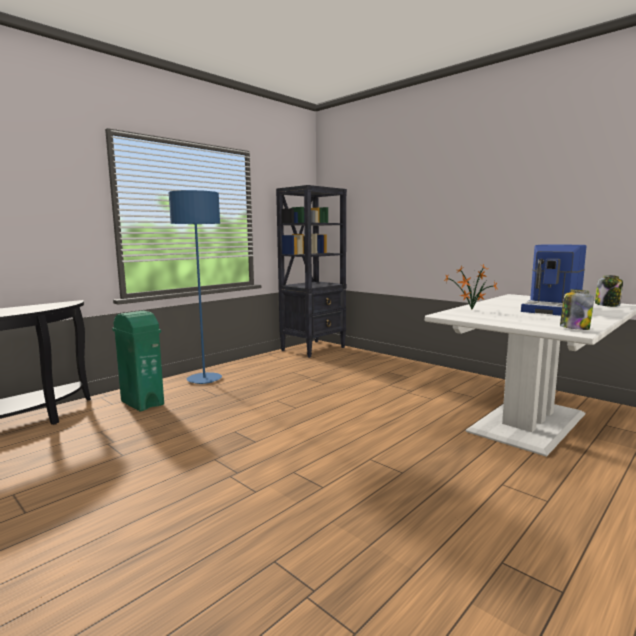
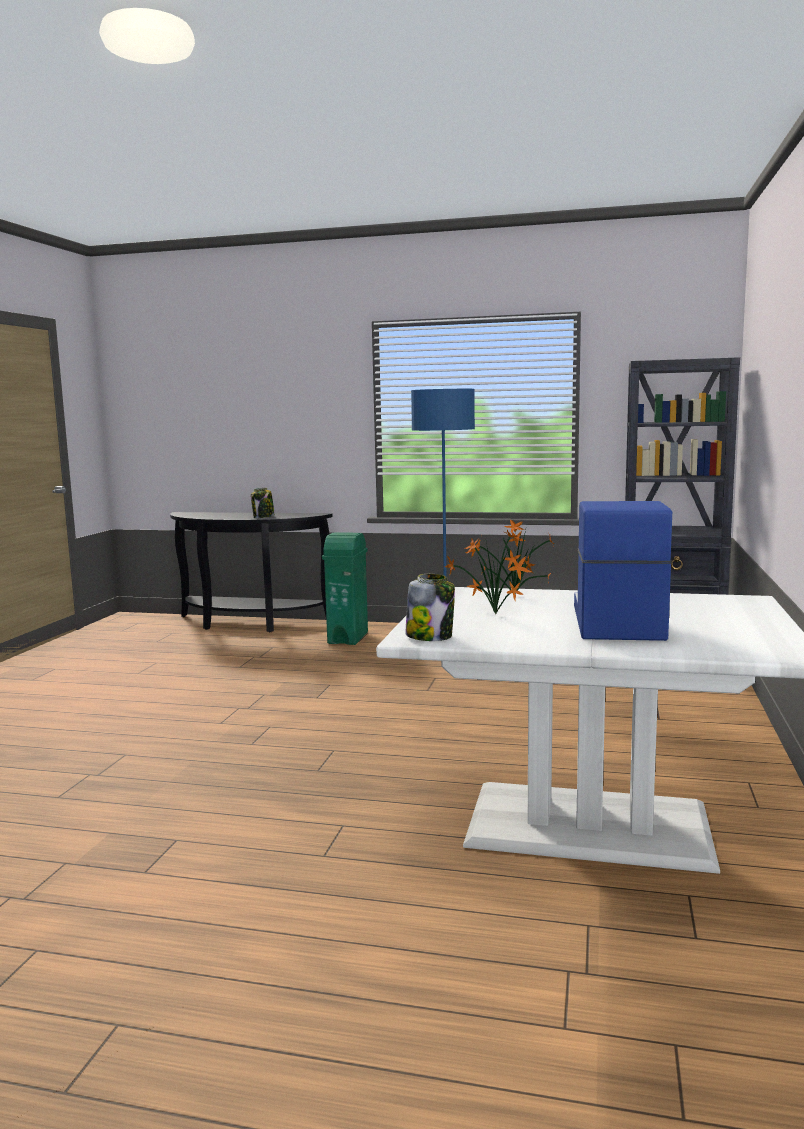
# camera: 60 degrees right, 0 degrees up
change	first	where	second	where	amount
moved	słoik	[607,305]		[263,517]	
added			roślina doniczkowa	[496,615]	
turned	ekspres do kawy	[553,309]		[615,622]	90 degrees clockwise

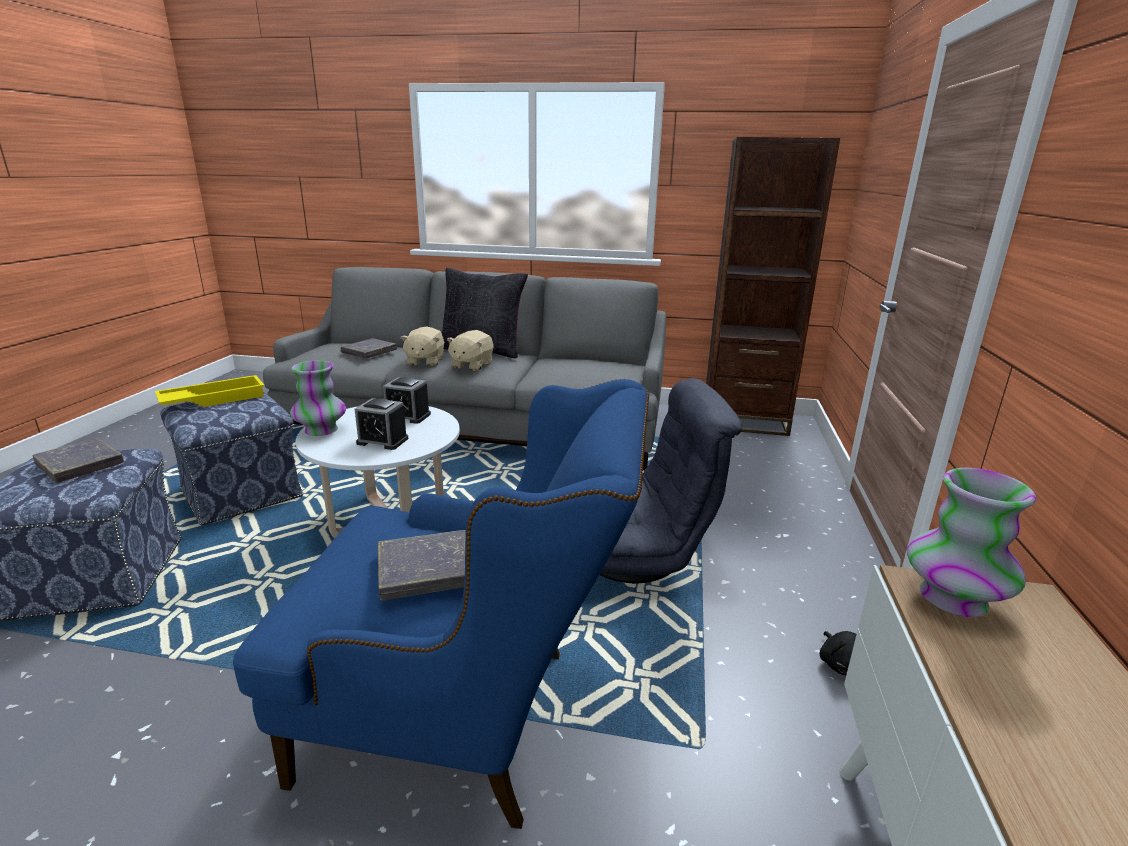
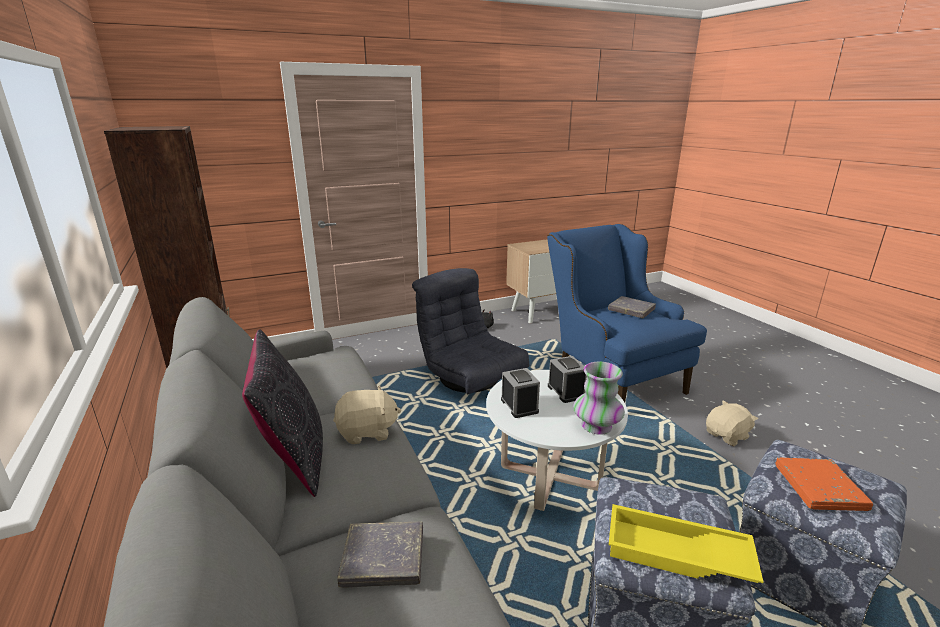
# camera: 125 degrees left, 0 degrees up
change	first	where	second	where	amount
moved	pluszak [beżowy]	[424,361]		[727,436]	
recoloured	książka [szary]	[80,464]	książka [pomarańczowy]	[819,488]	
removed	wazon	[952,598]			

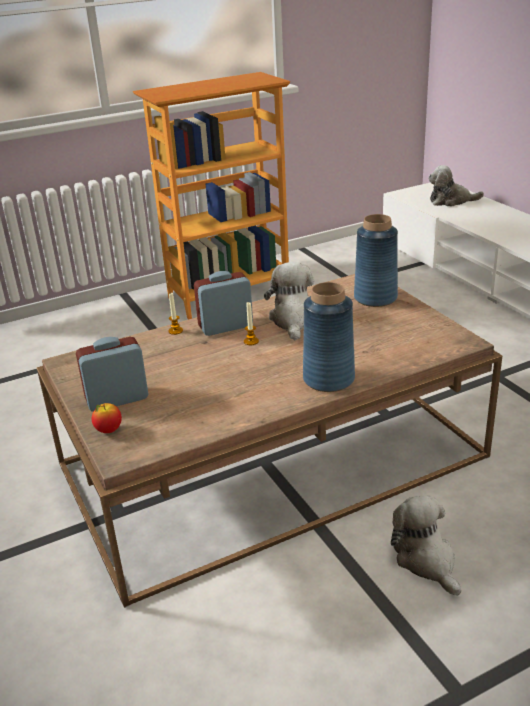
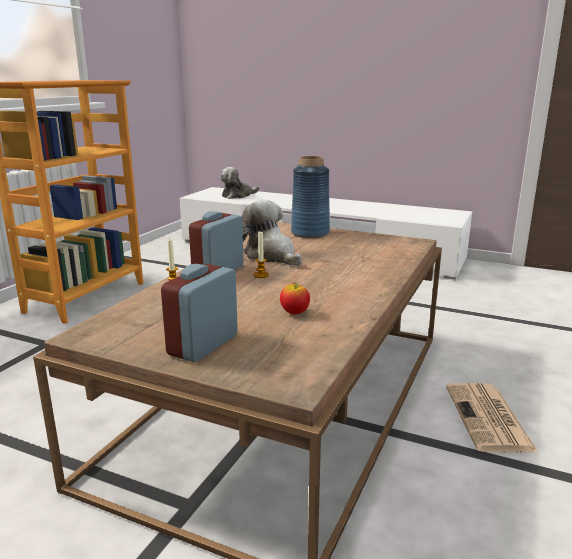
# camera: 40 degrees left, 10 degrees down
change	first	where	second	where	amount
moved	jabłko	[108,430]		[294,313]	
replaced	pluszak	[426,560]	gazeta	[489,419]	
removed	wazon [niebieski]	[328,379]			

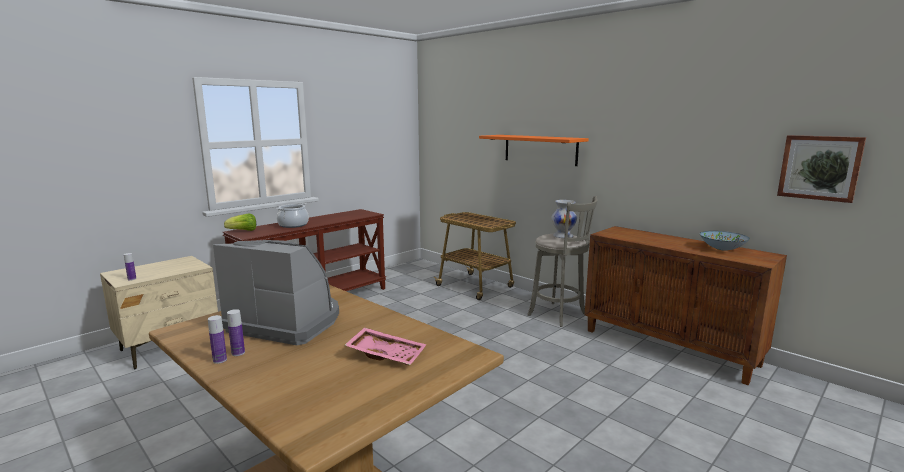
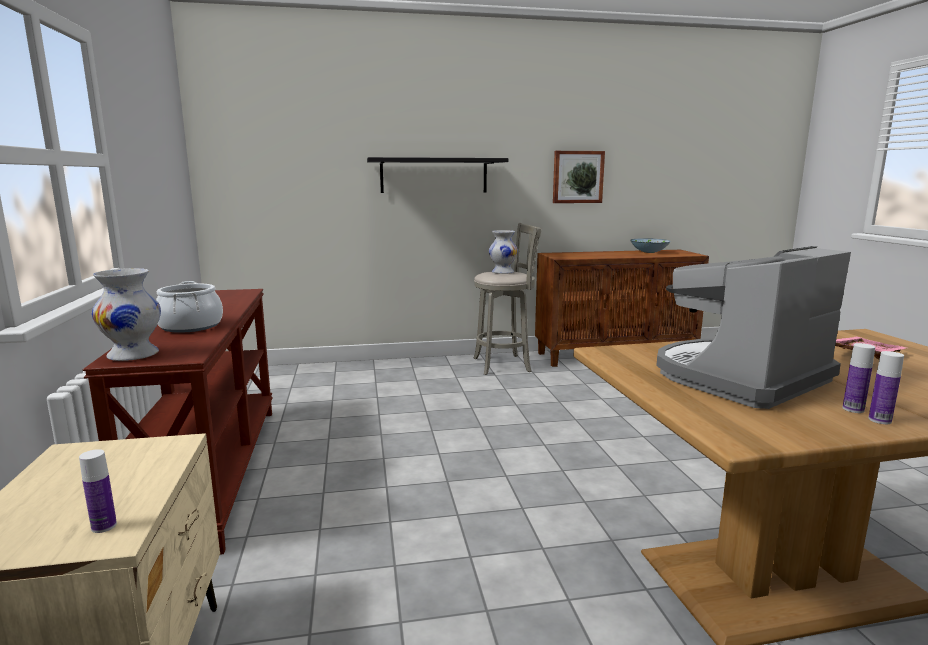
# camera: 55 degrees left, 0 degrees up
change	first	where	second	where	amount
replaced	sałata	[243,231]	wazon [biały]	[134,355]	
recoloured	półka [pomarańczowy]	[540,149]	półka [czarny]	[434,175]	
moved	obraz	[819,167]		[577,177]	
removed	wózek	[475,287]			

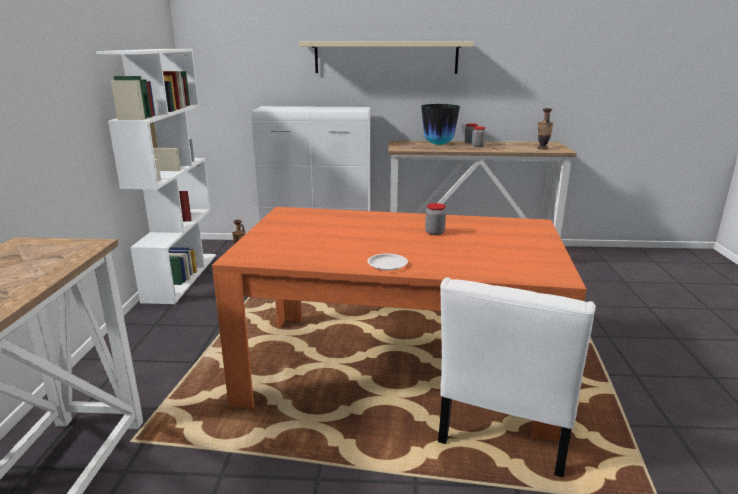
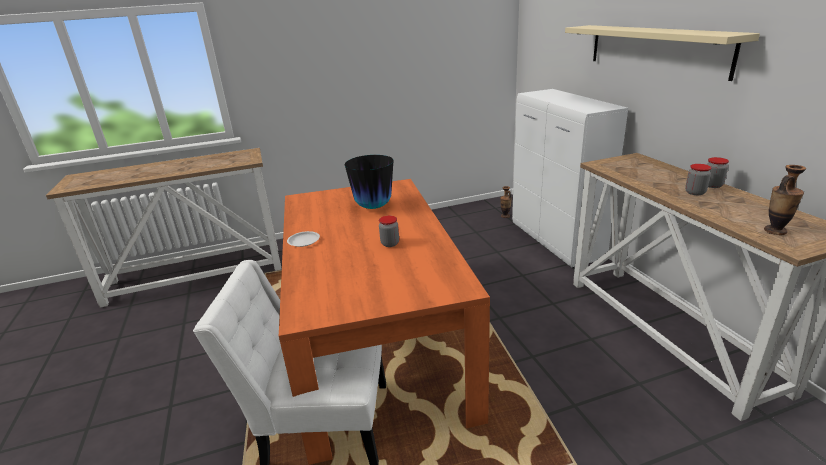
# camera: 70 degrees right, 5 degrees up
change	first	where	second	where	amount
moved	wazon	[438,144]		[373,207]	
removed	regał [biały]	[181,276]			

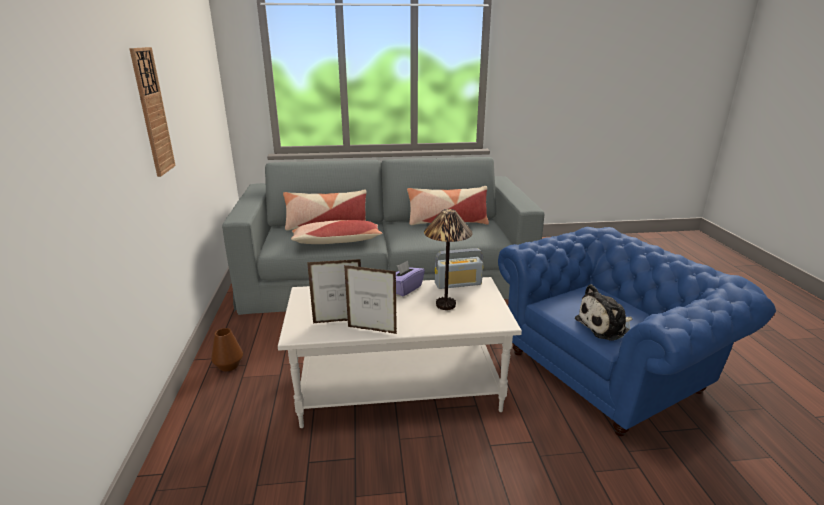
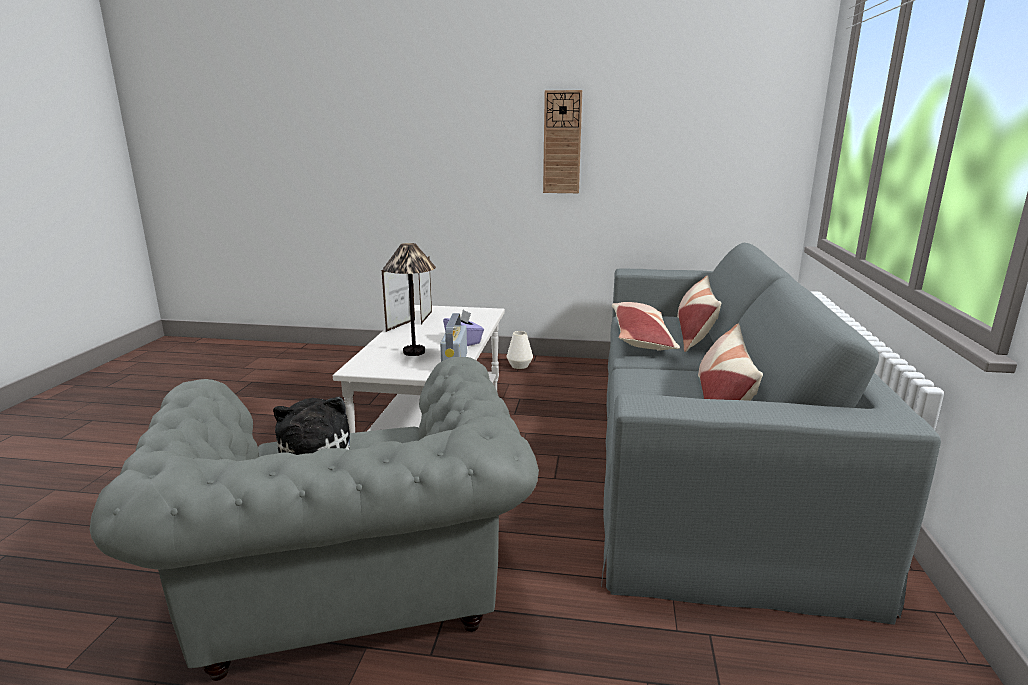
# camera: 105 degrees right, 5 degrees down
change	first	where	second	where	amount
recoloured	fotel [niebieski]	[608,369]	fotel [szary]	[349,590]	
recoloured	wazon [brązowy]	[228,365]	wazon [biały]	[519,366]	

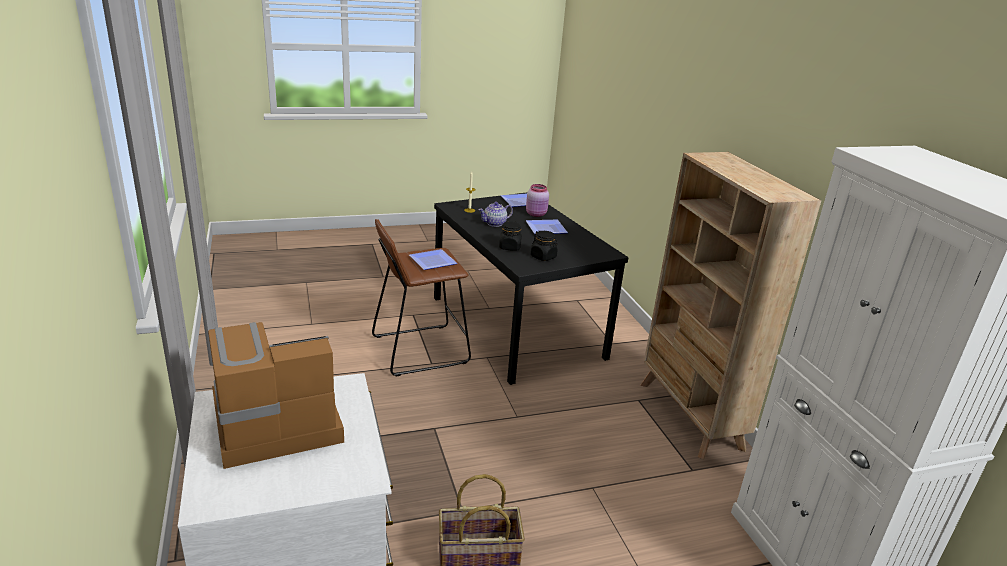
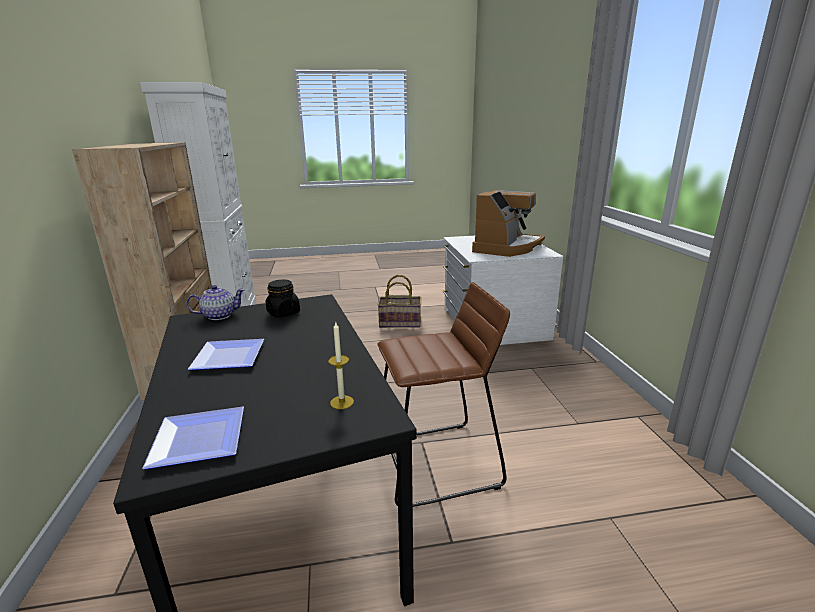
# camera: 170 degrees left, 5 degrees down
change	first	where	second	where	amount
moved	imbryk	[495,223]		[219,315]	
turned	ekspres do kawy	[275,424]		[507,248]	45 degrees counterclockwise
removed	talerz	[434,262]			
removed	słoik [czarny]	[510,247]			
removed	słoik [różowy]	[536,214]			

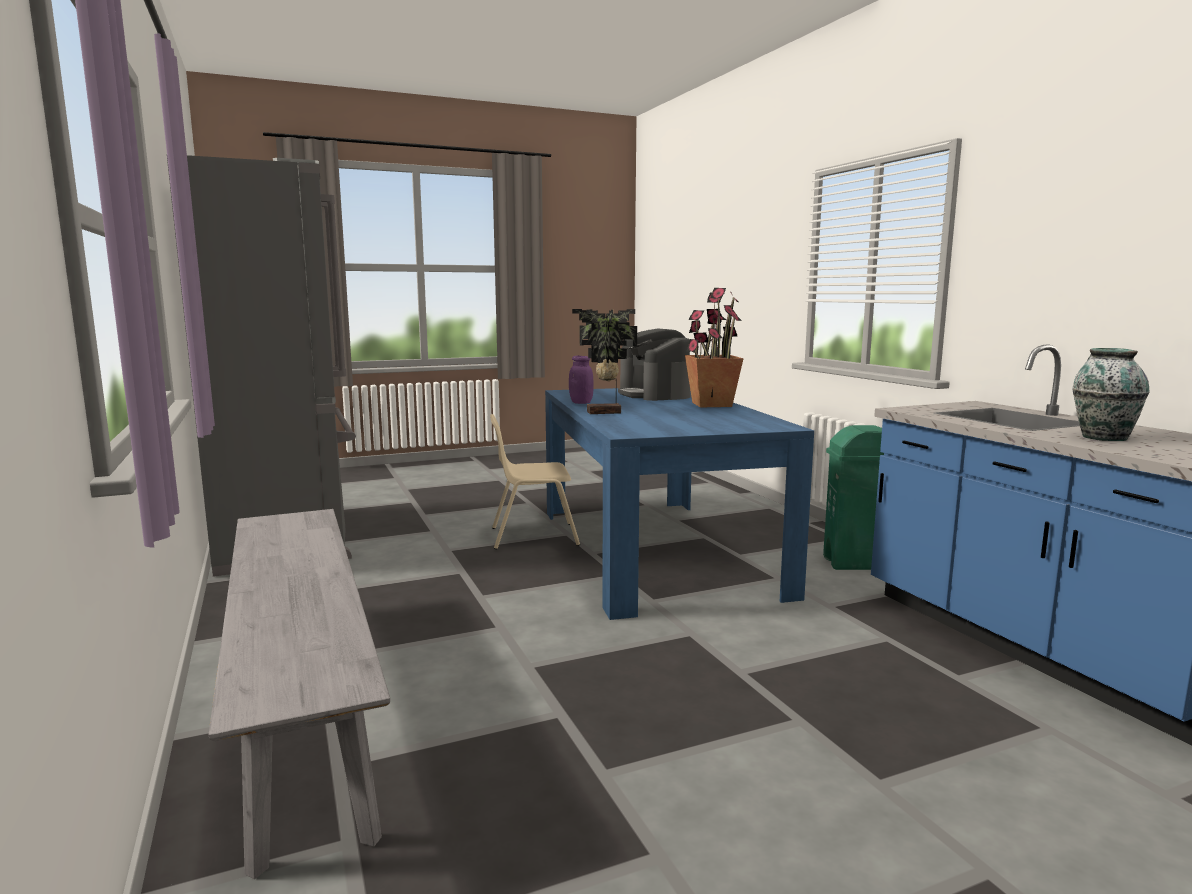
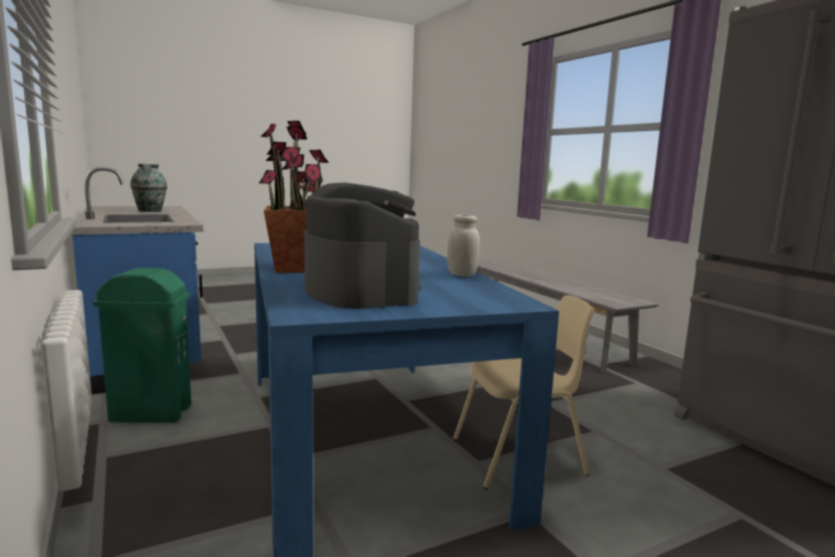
# camera: 175 degrees right, 0 degrees up
change	first	where	second	where	amount
recoloured	słoik [fioletowy]	[581,402]	słoik [biały]	[462,275]	
removed	roślina doniczkowa	[605,413]			

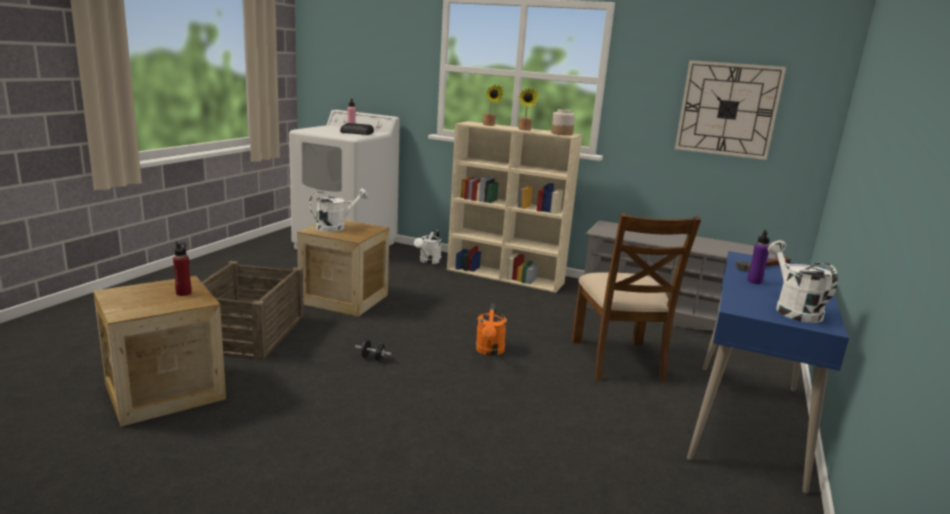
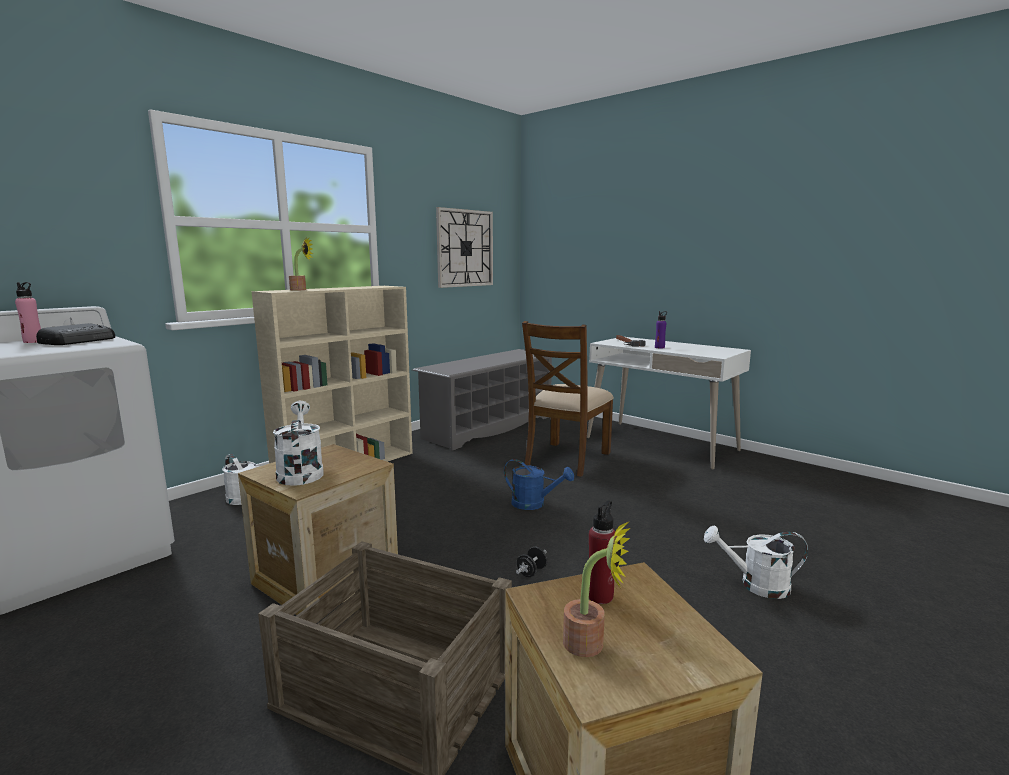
# camera: 70 degrees left, 5 degrees down
change	first	where	second	where	amount
recoloured	konewka [pomarańczowy]	[489,351]	konewka [niebieski]	[534,504]	
turned	krzesło [brązowy]	[618,360]		[566,458]	105 degrees clockwise
moved	roślina doniczkowa	[524,130]		[592,645]	
recoloured	biurko [niebieski]	[747,422]	biurko [biały]	[661,444]	
moved	konewka [biały]	[793,309]		[756,585]	
removed	słoik	[561,134]			

